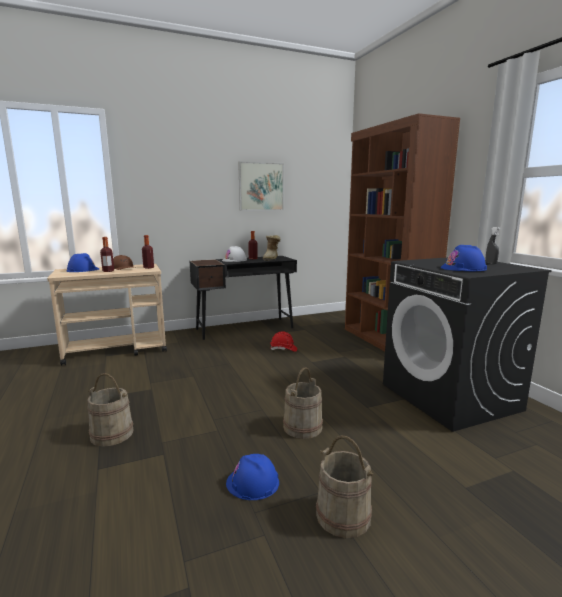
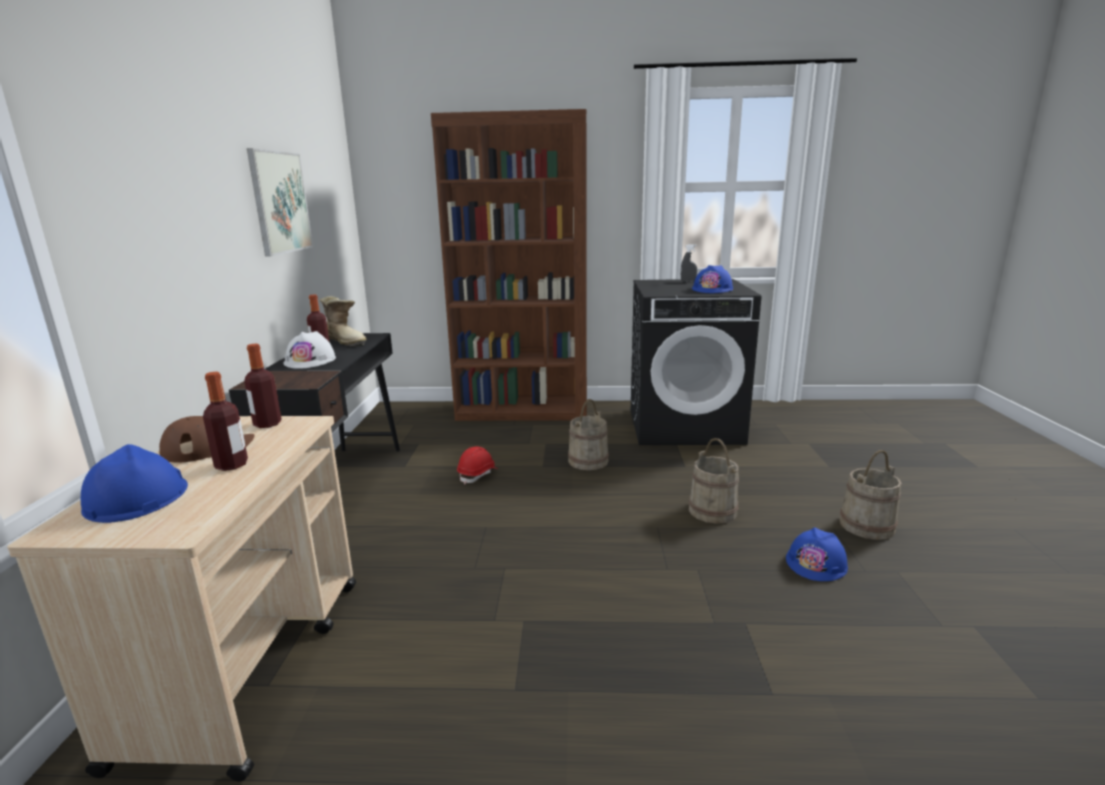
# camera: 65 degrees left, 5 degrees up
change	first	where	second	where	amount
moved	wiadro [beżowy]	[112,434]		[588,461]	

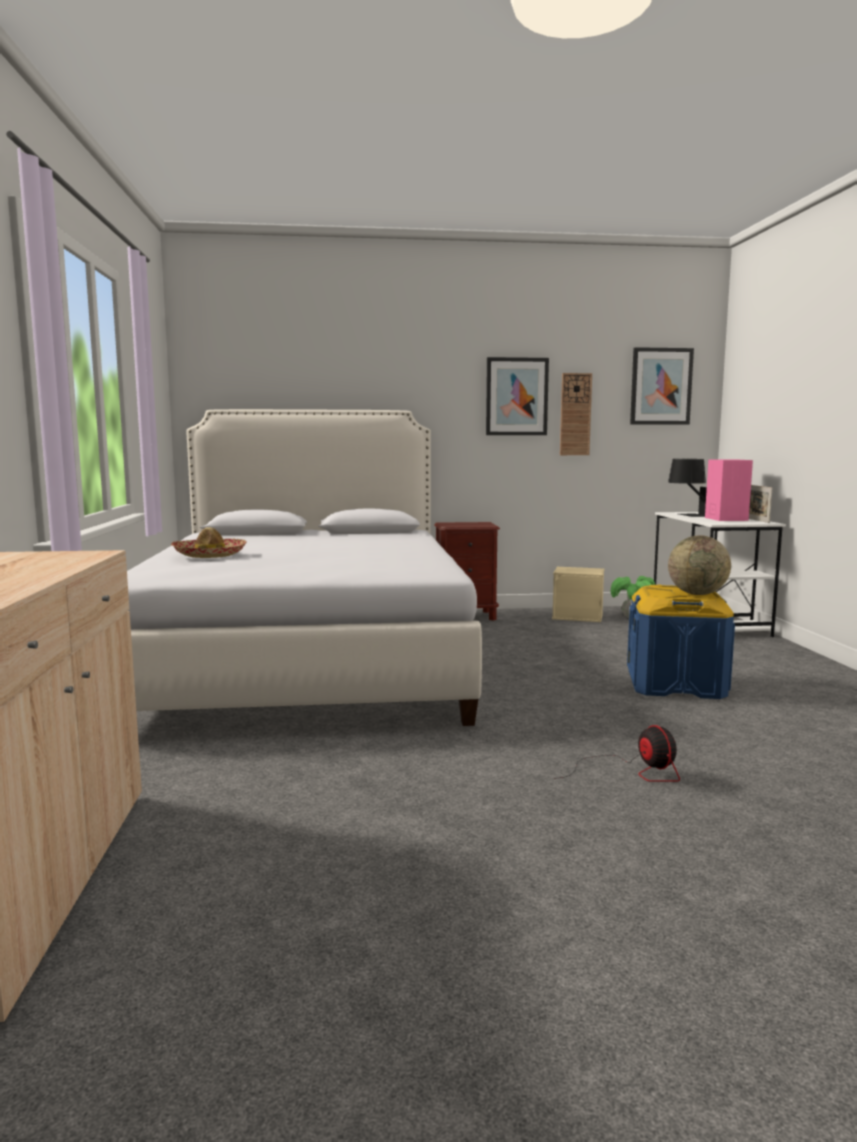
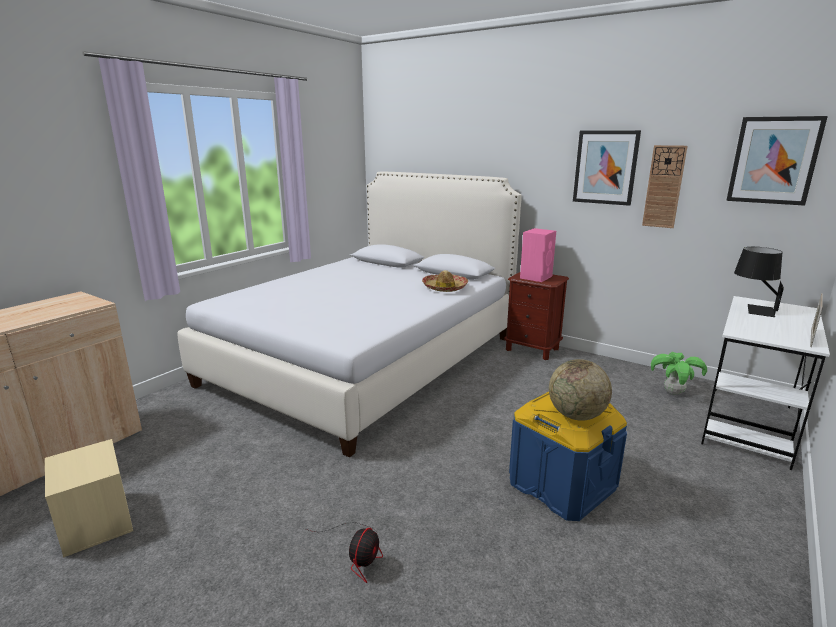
# camera: 40 degrees right, 10 degrees up
change	first	where	second	where	amount
moved	pojemnik do przechowywania [beżowy]	[578,616]		[97,522]	
moved	kapelusz	[209,555]		[445,288]	
moved	głośnik [różowy]	[725,519]		[536,277]	

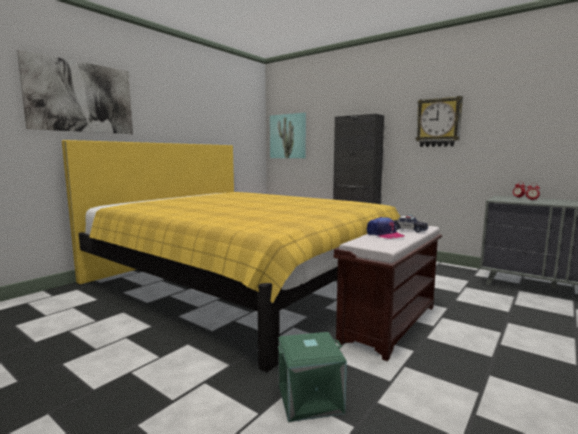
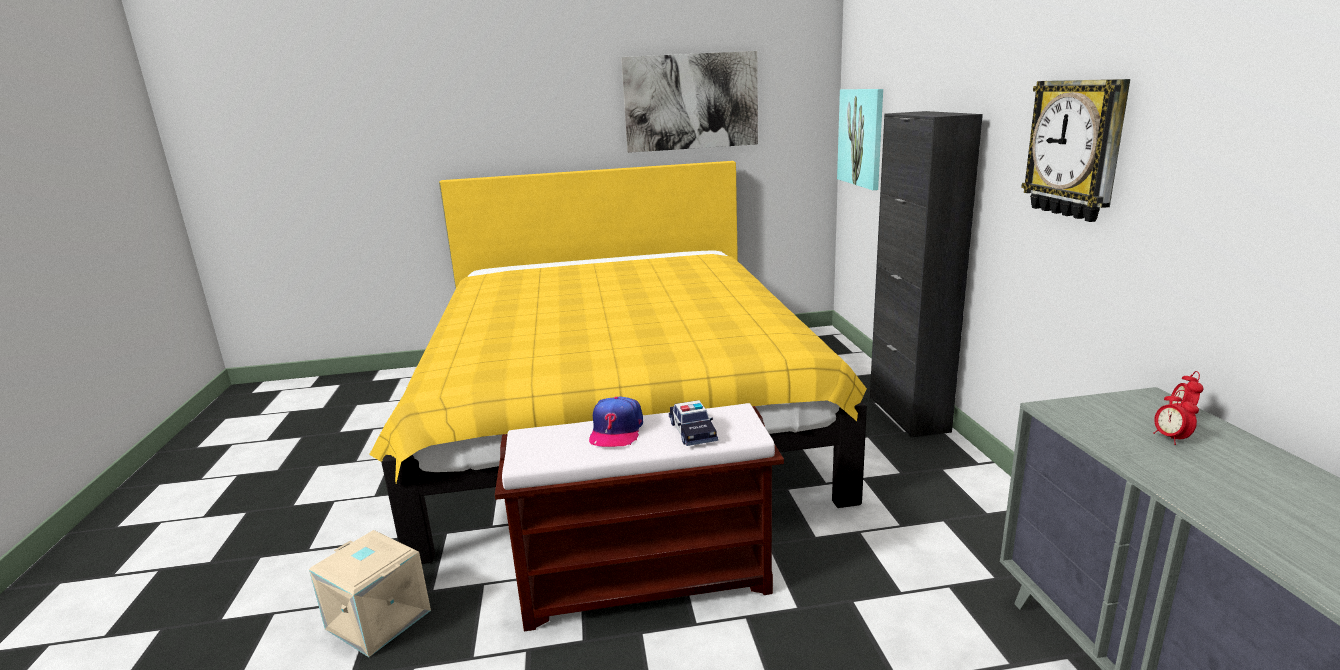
# camera: 45 degrees right, 10 degrees up
change	first	where	second	where	amount
recoloured	pojemnik do przechowywania [zielony]	[309,399]	pojemnik do przechowywania [beżowy]	[376,620]	
moved	obraz	[81,97]		[691,102]	

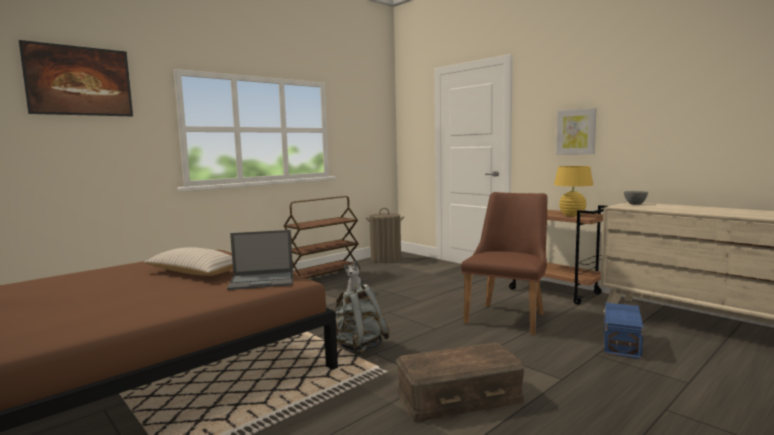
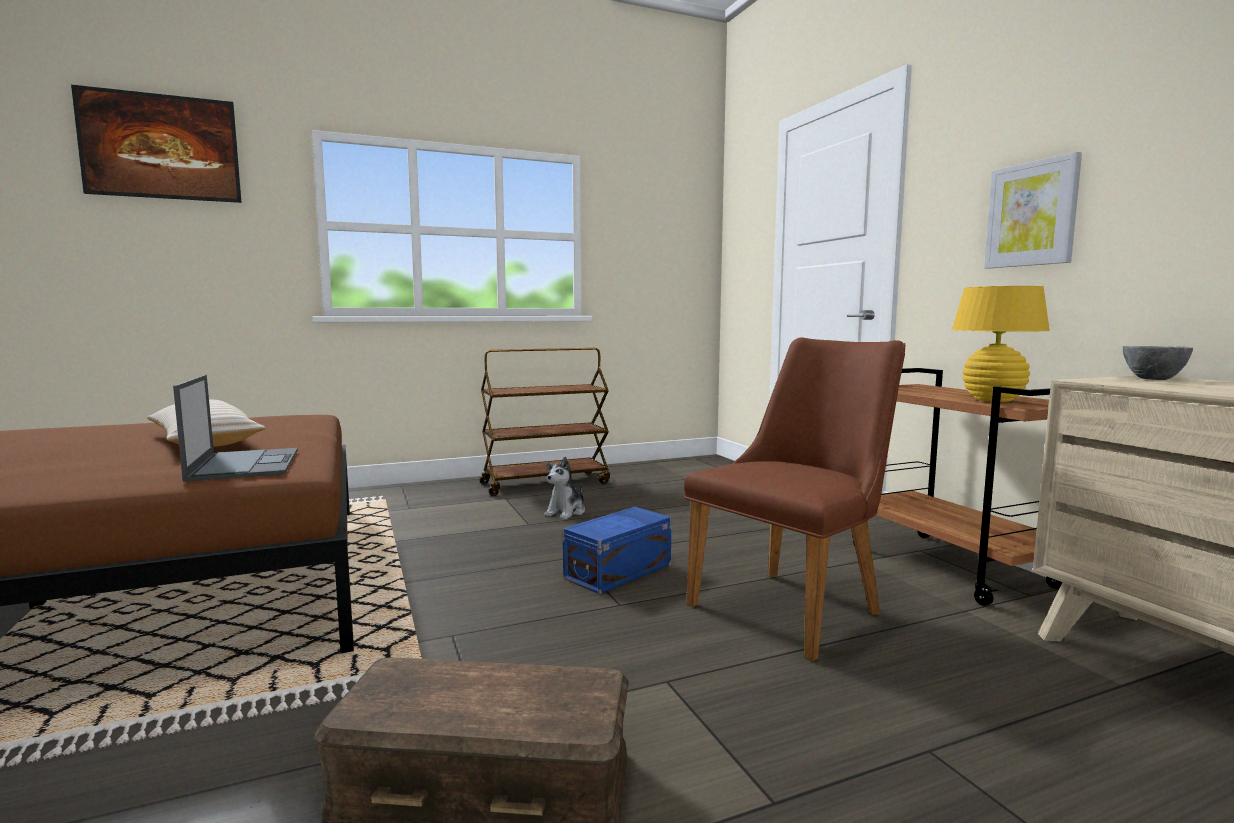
# camera: 20 degrees right, 0 degrees up
change	first	where	second	where	amount
turned	laptop	[263,281]		[245,464]	120 degrees counterclockwise
moved	pojemnik do przechowywania [niebieski]	[622,343]		[620,571]	
removed	plecak [szary]	[358,347]			
removed	kosz na pranie	[386,259]			

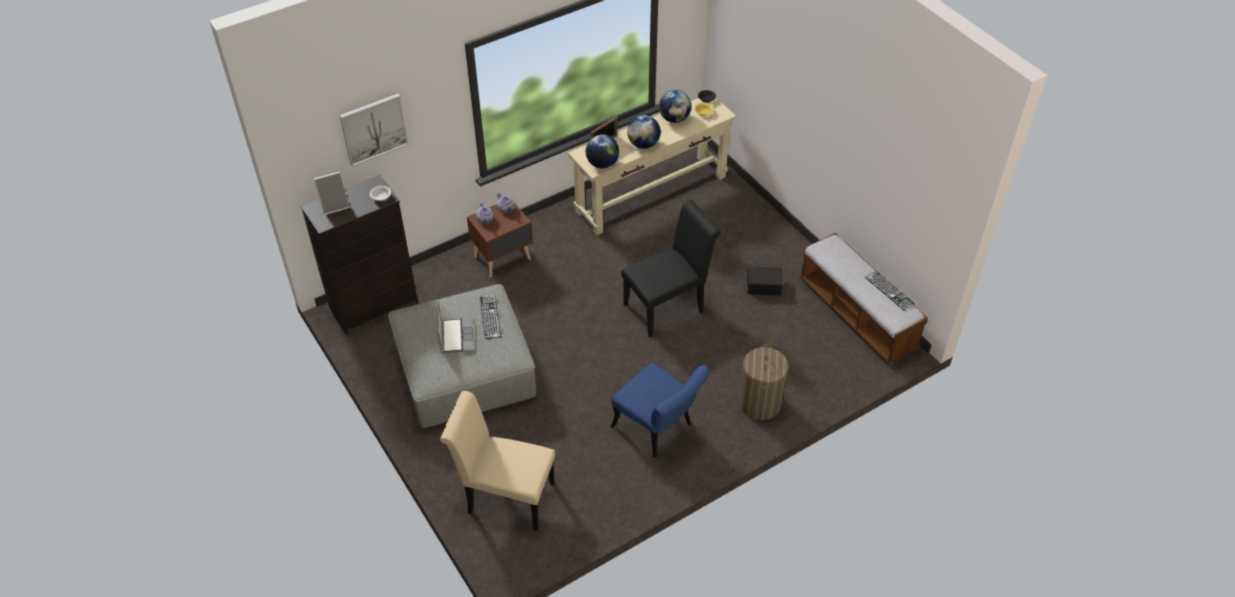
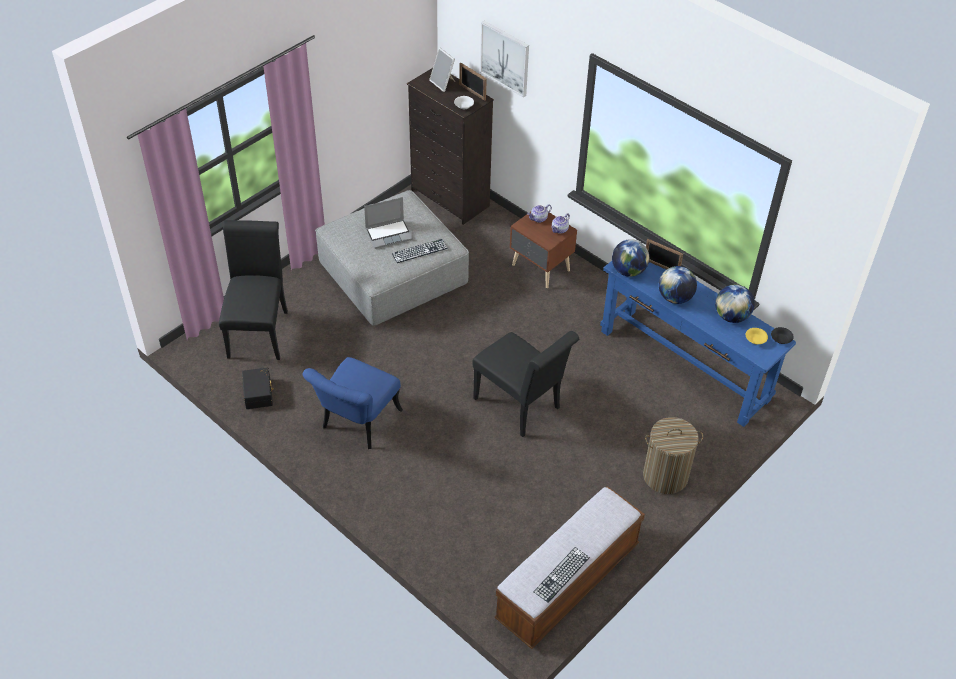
# camera: 75 degrees right, 0 degrees up
change	first	where	second	where	amount
recoloured	krzesło [beżowy]	[505,497]	krzesło [czarny]	[259,330]	
moved	pojemnik do przechowywania [czarny]	[763,285]		[259,393]	
added			ramka na zdjęcie	[472,92]	
recoloured	stolik konsolowy [beżowy]	[651,194]	stolik konsolowy [niebieski]	[683,365]	
moved	kosz na pranie	[759,403]		[665,476]	

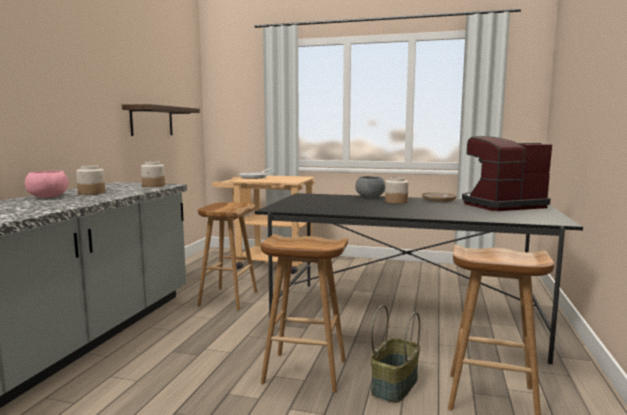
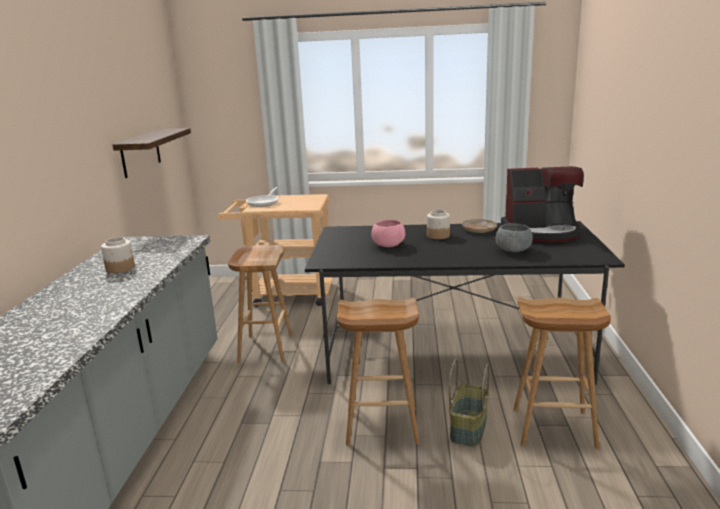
# camera: 10 degrees left, 10 degrees up
change	first	where	second	where	amount
moved	miska [różowy]	[48,197]		[388,245]	
moved	miska [szary]	[370,197]		[513,250]	
turned	ekspres do kawy	[501,205]		[541,232]	150 degrees counterclockwise
removed	słoik	[153,185]			

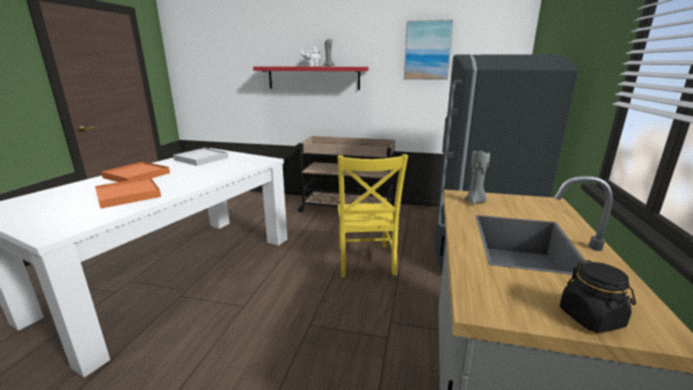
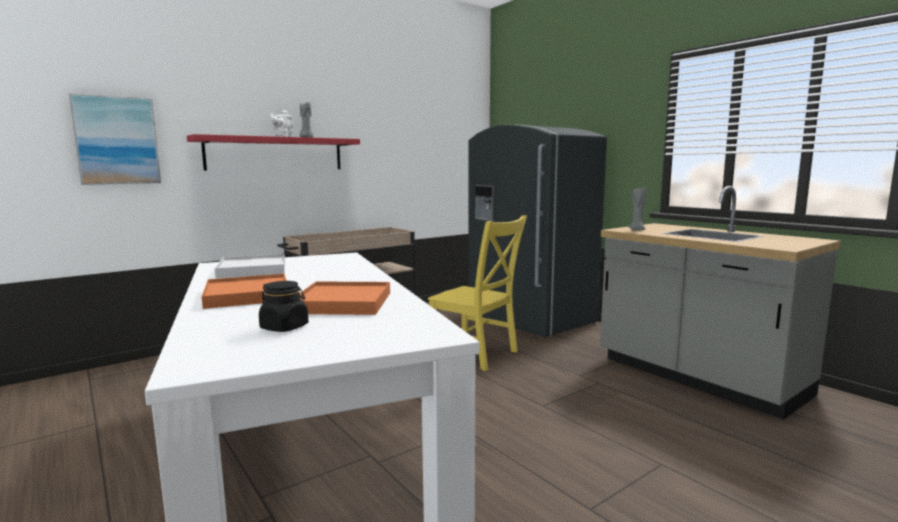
# camera: 50 degrees left, 10 degrees down
change	first	where	second	where	amount
moved	obraz	[427,50]		[117,140]	
moved	słoik [czarny]	[591,318]		[285,327]	

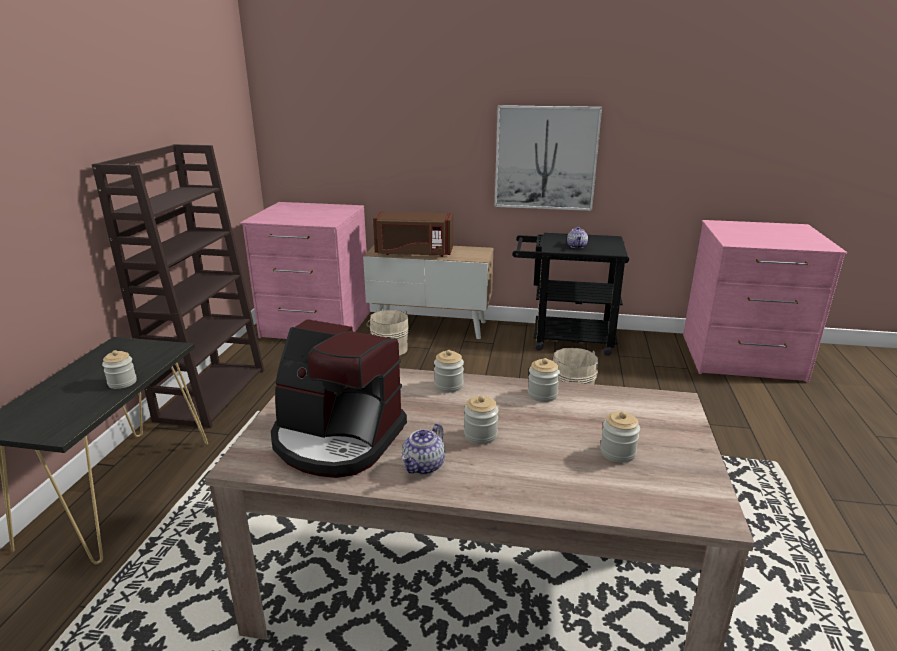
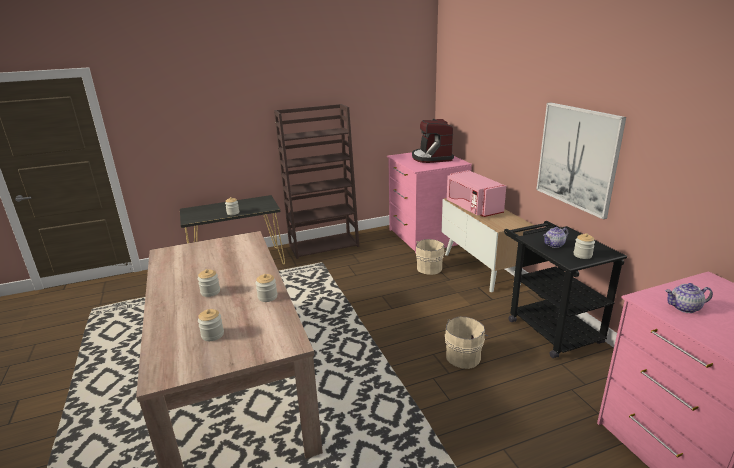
# camera: 60 degrees right, 0 degrees up
change	first	where	second	where	amount
moved	ekspres do kawy	[337,439]		[431,157]	
recoloured	mikrofalówka [brązowy]	[413,253]	mikrofalówka [różowy]	[473,207]	
moved	słoik	[448,385]		[582,255]	
moved	imbryk	[424,466]		[684,308]	

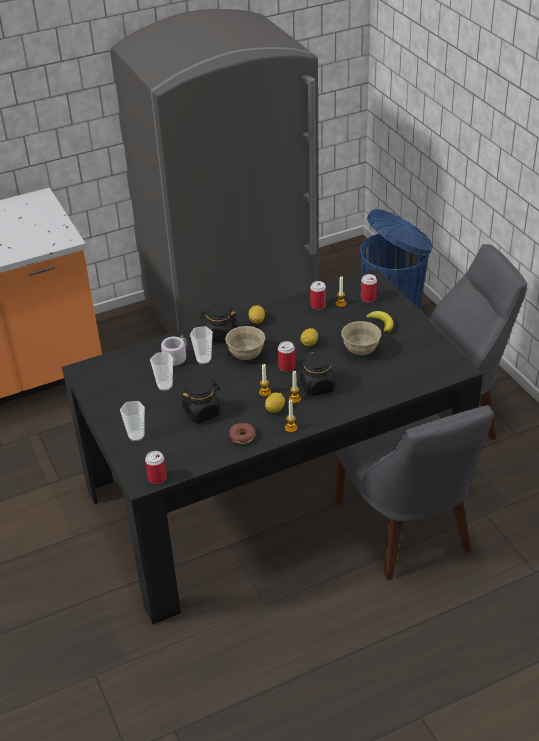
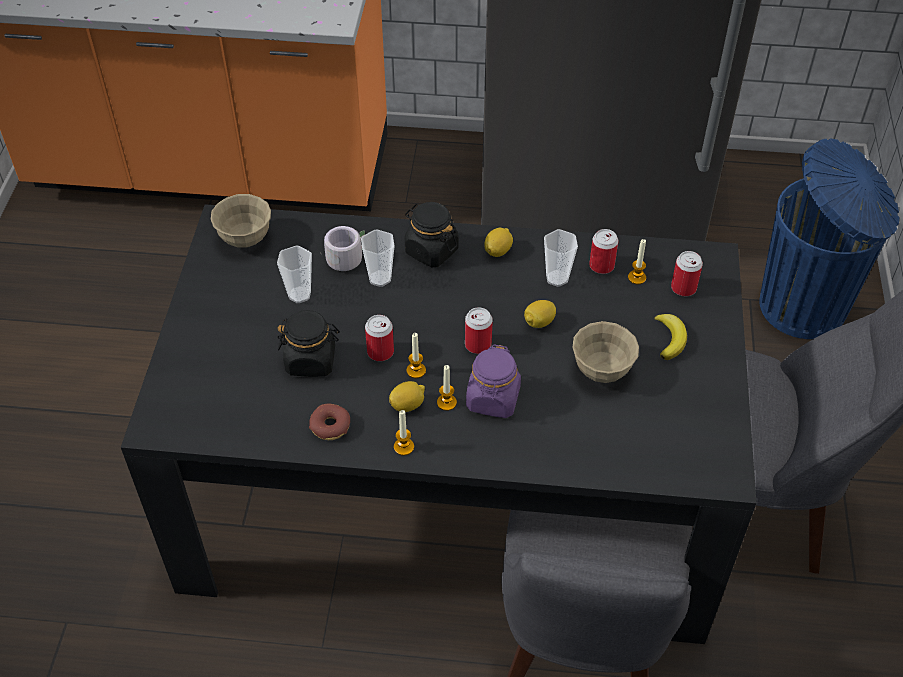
# camera: 30 degrees right, 10 degrees up
change	first	where	second	where	amount
moved	miska [beżowy]	[246,355]		[245,239]	
moved	puszka	[157,478]		[380,352]	
recoloured	słoik [czarny]	[317,387]	słoik [fioletowy]	[493,399]	
moved	filiżanka	[136,436]		[557,278]	

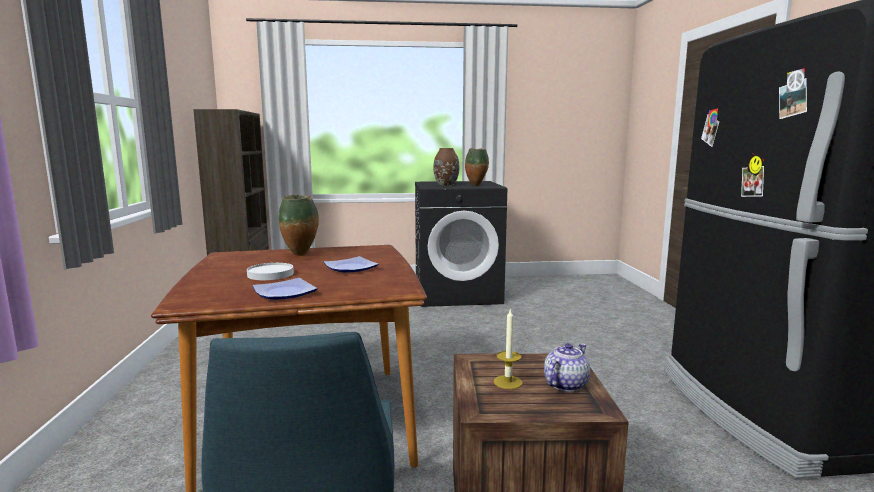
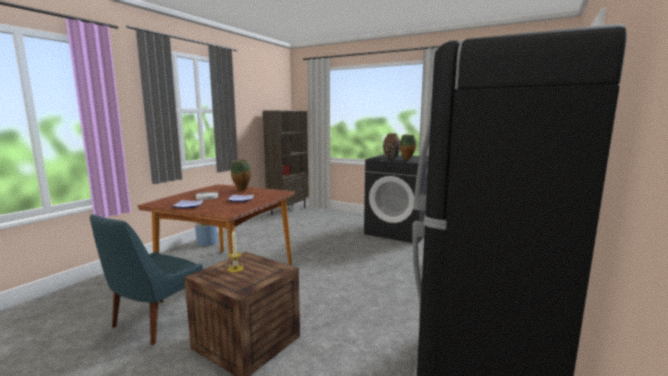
# camera: 35 degrees right, 0 degrees up
change	first	where	second	where	amount
added			donica [niebieski]	[207,243]	
removed	imbryk	[565,384]			

